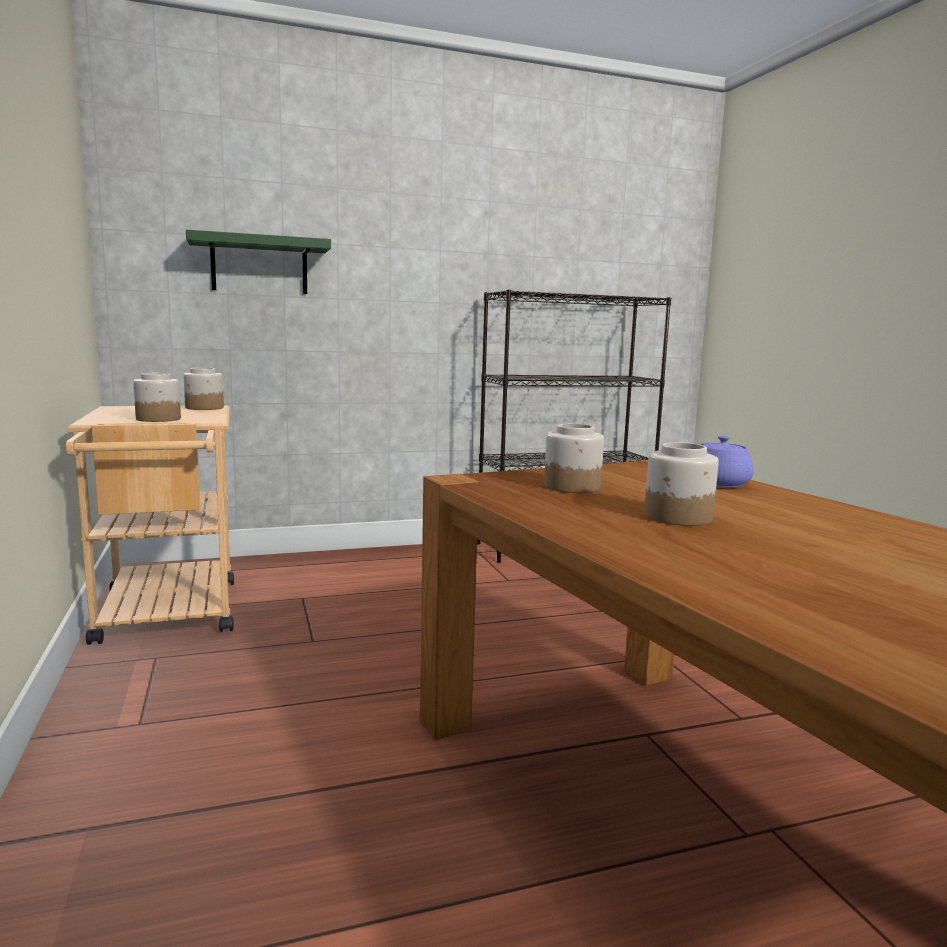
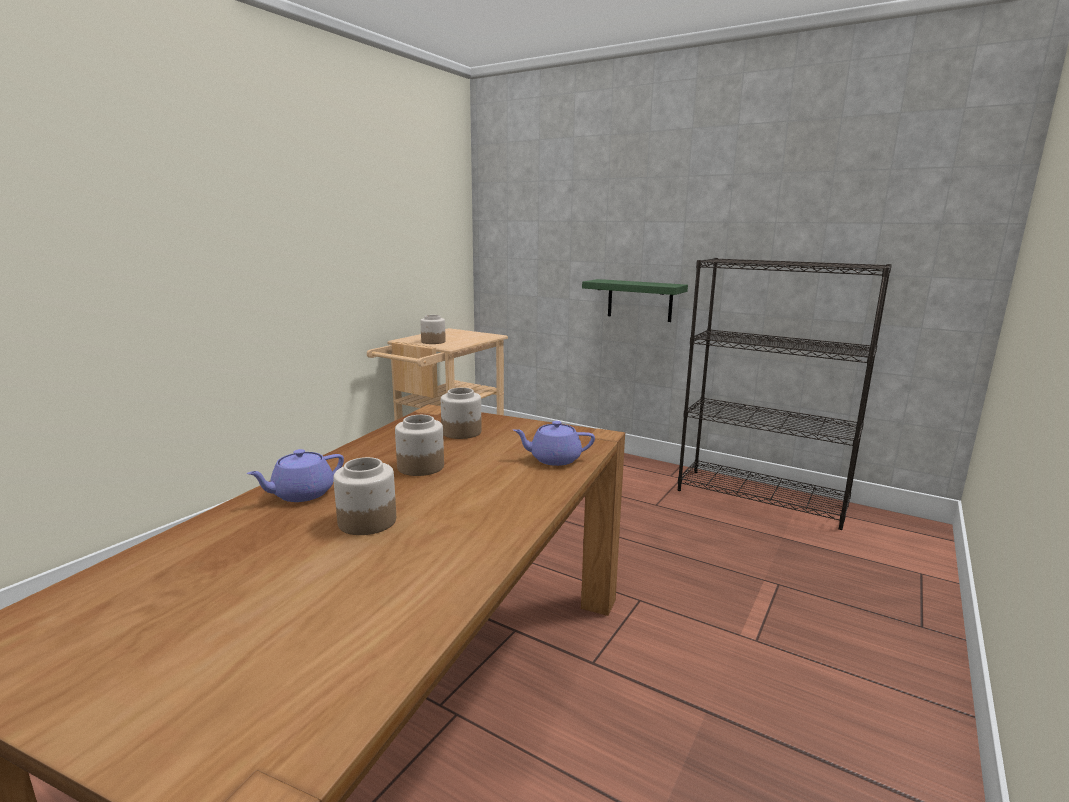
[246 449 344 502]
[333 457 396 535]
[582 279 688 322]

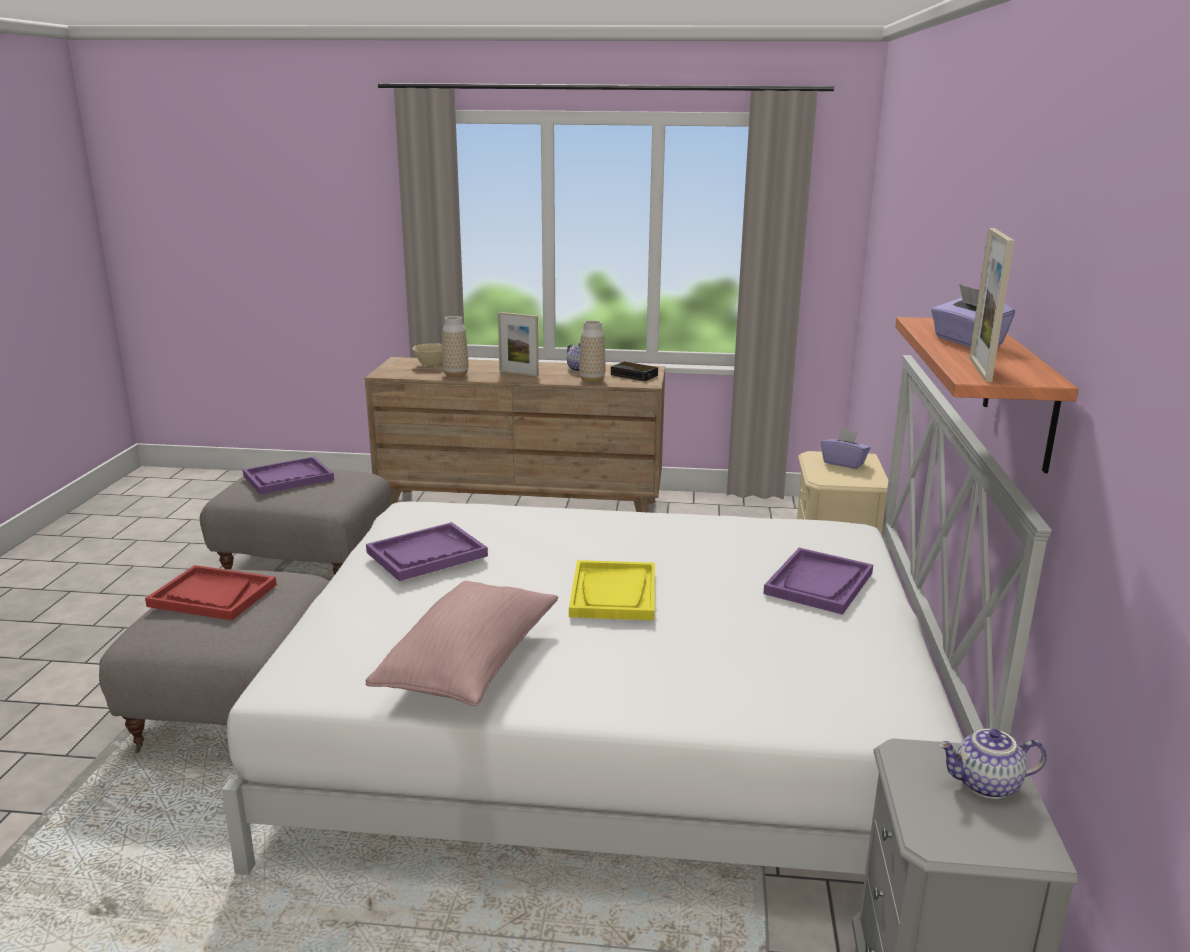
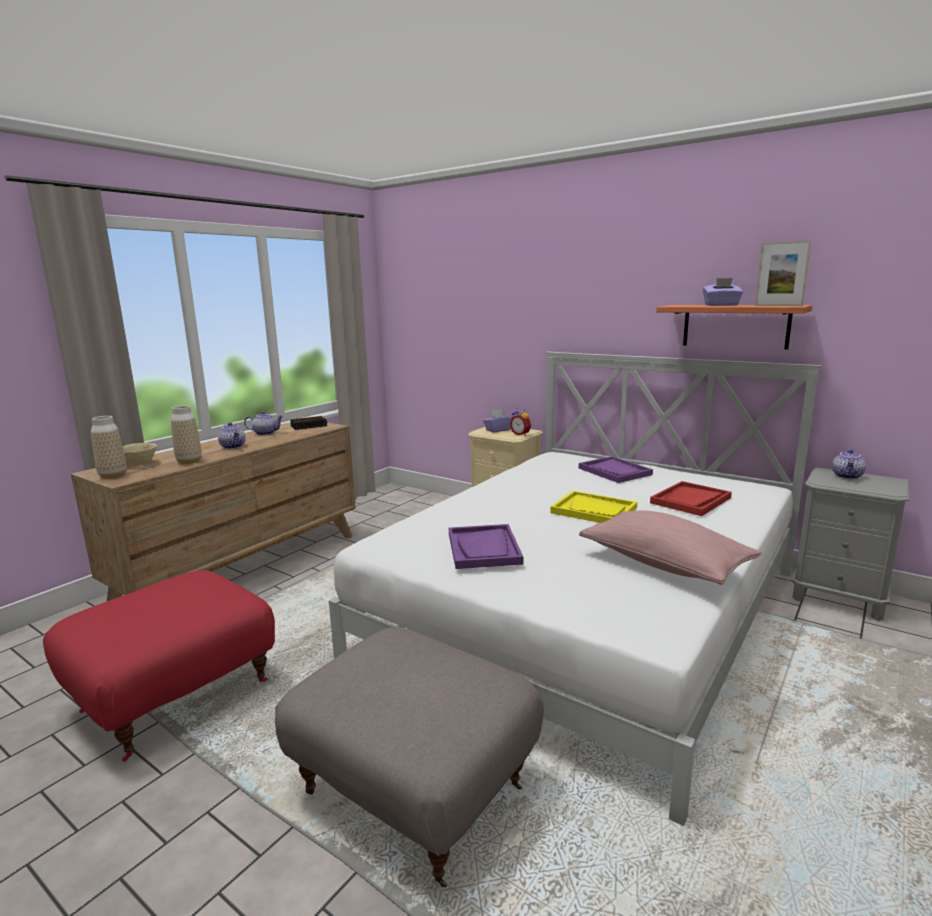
[243 456 334 495] (first image)
[510 407 531 436]
[650 481 732 516]
[91 416 127 479]
[218 423 245 449]
[43 570 275 762]

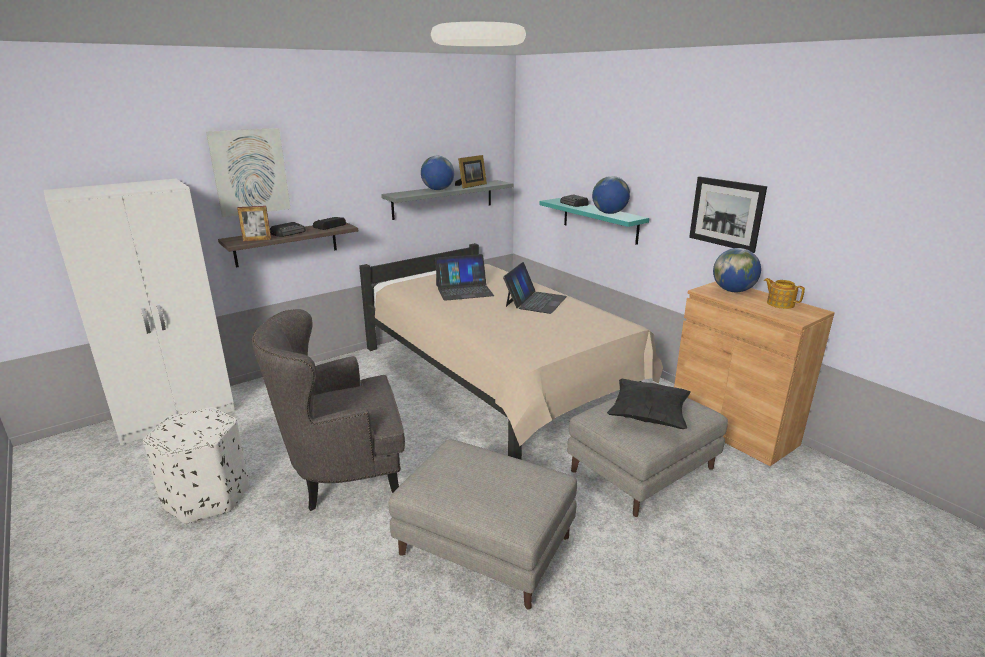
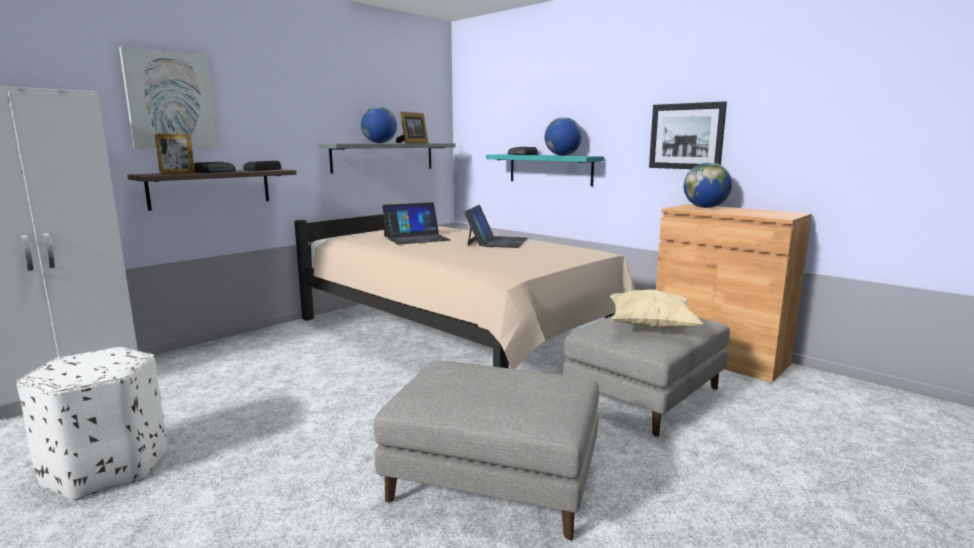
[252 309 405 511] (first image)
[764 278 805 309] (first image)
[610 289 703 329]

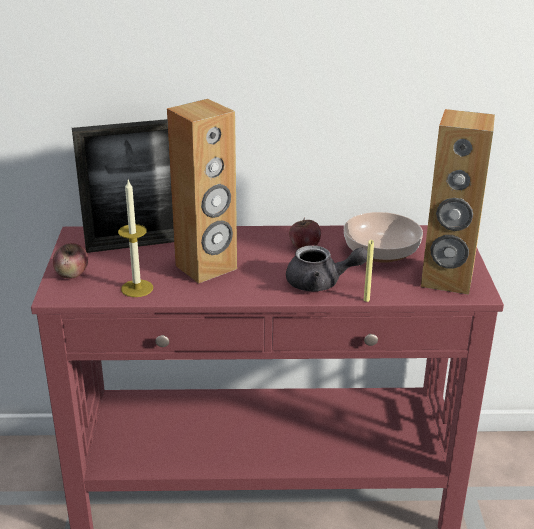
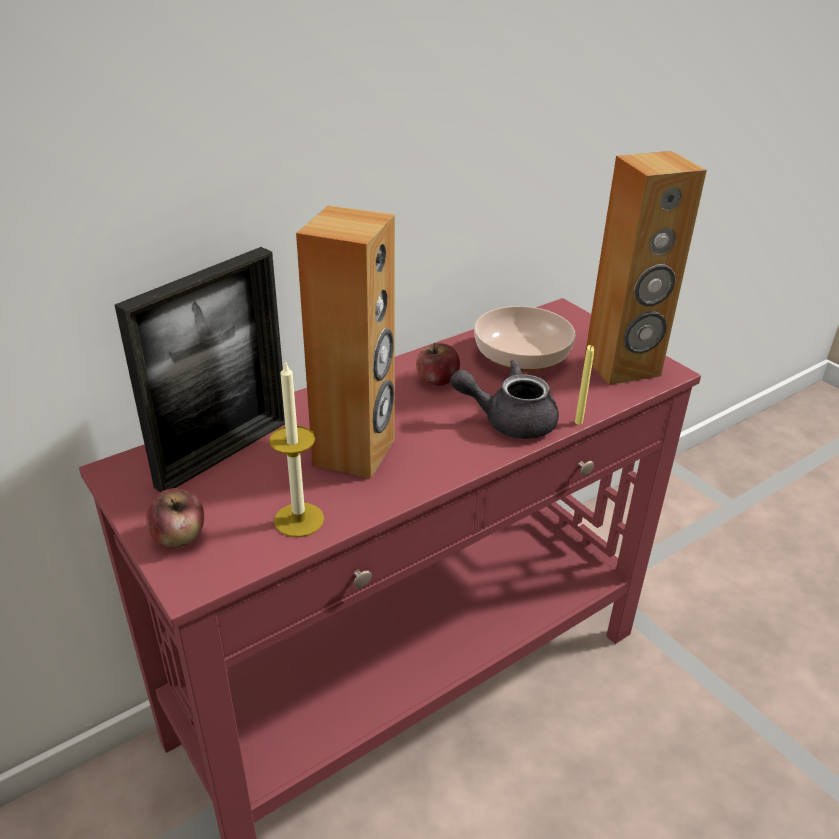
[450 360 559 439]

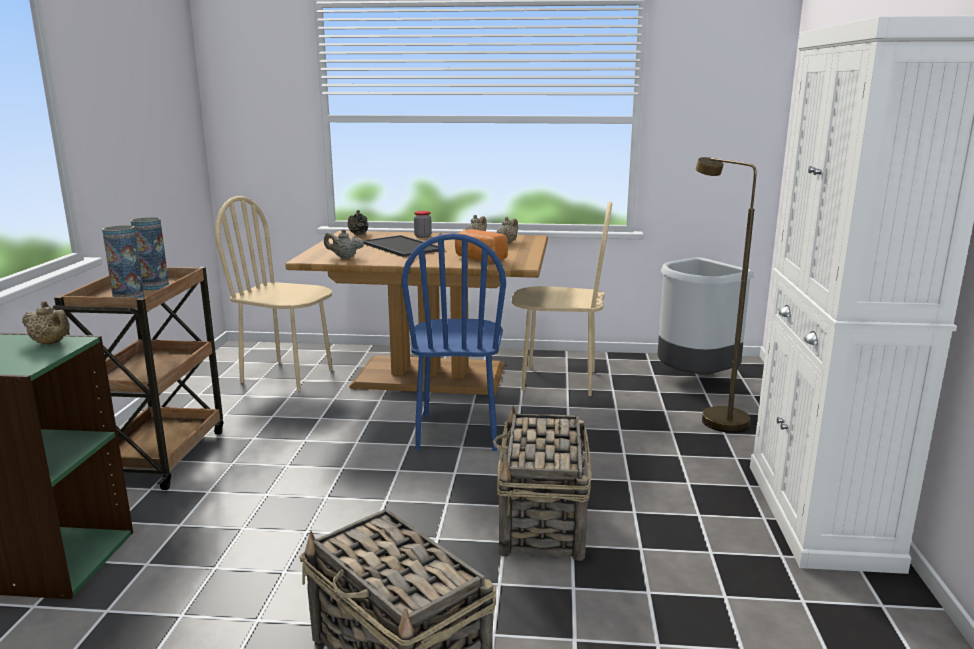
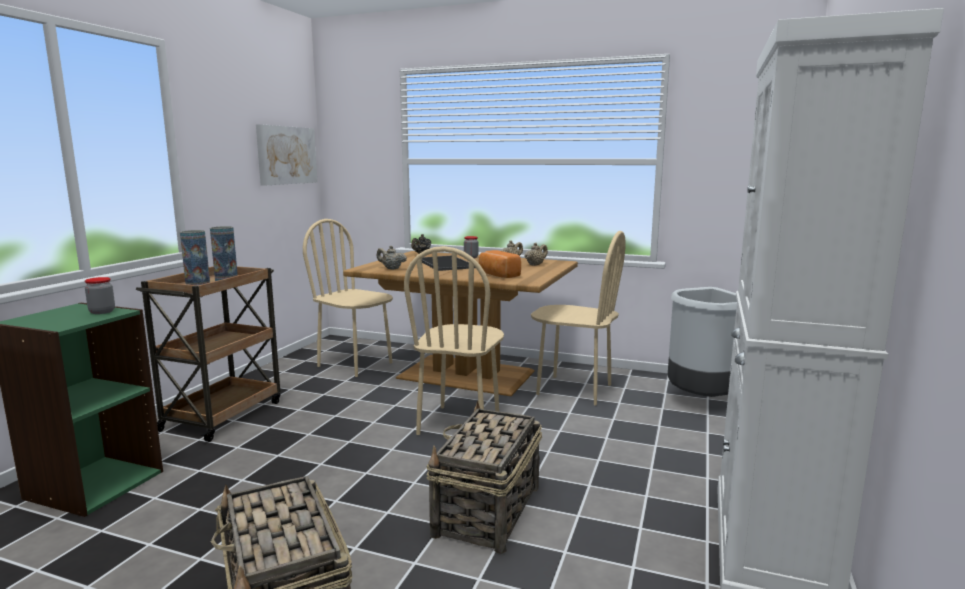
[696 157 757 433] (first image)
[256 124 317 186]
[85 277 115 314]
[404 246 504 435]

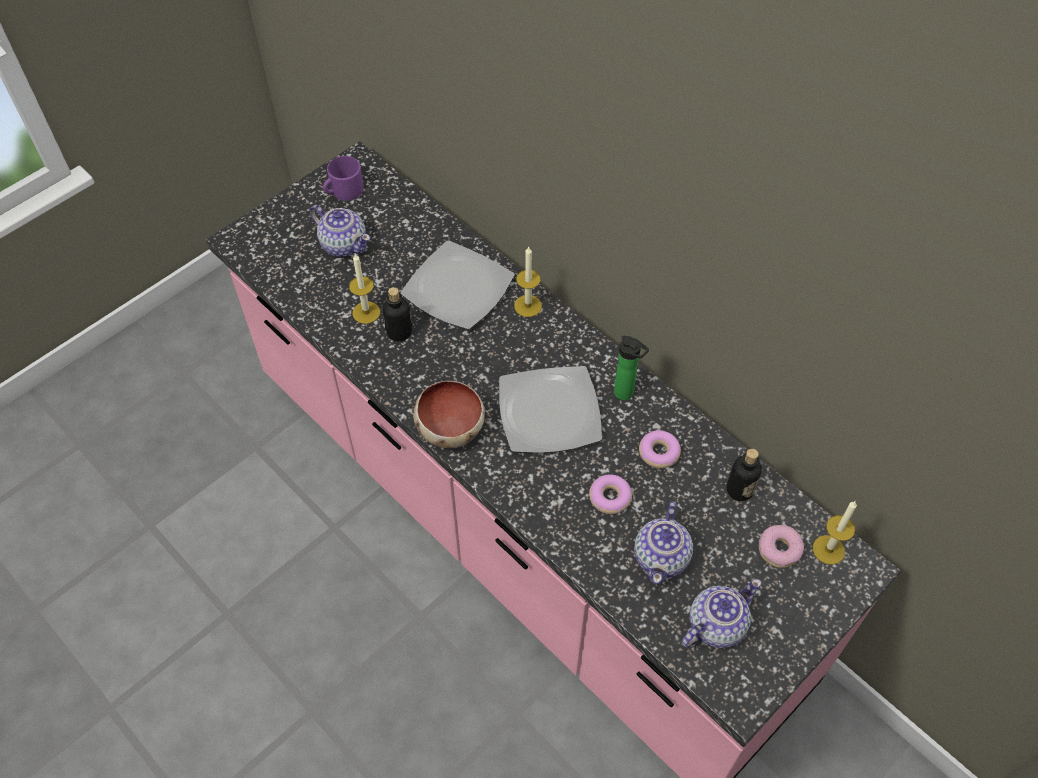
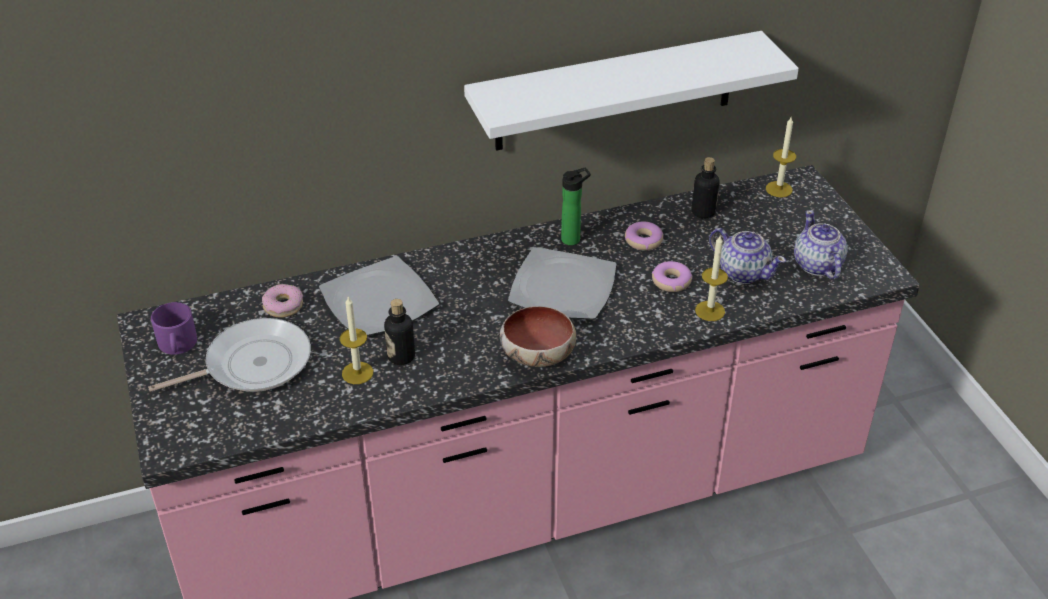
[464 31 799 151]
[695 236 728 321]
[262 284 303 318]
[148 318 311 392]

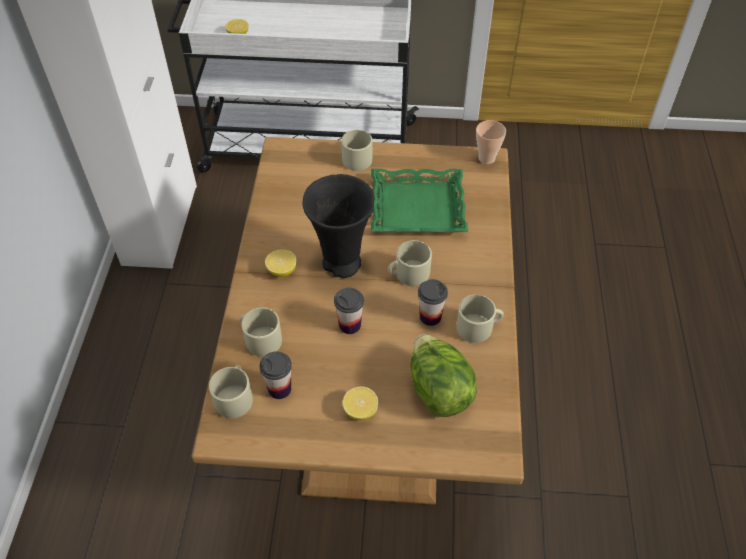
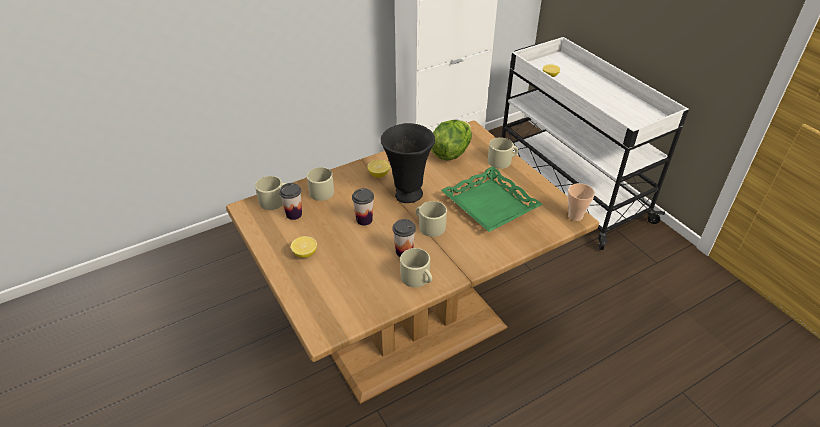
[431 120 472 161]

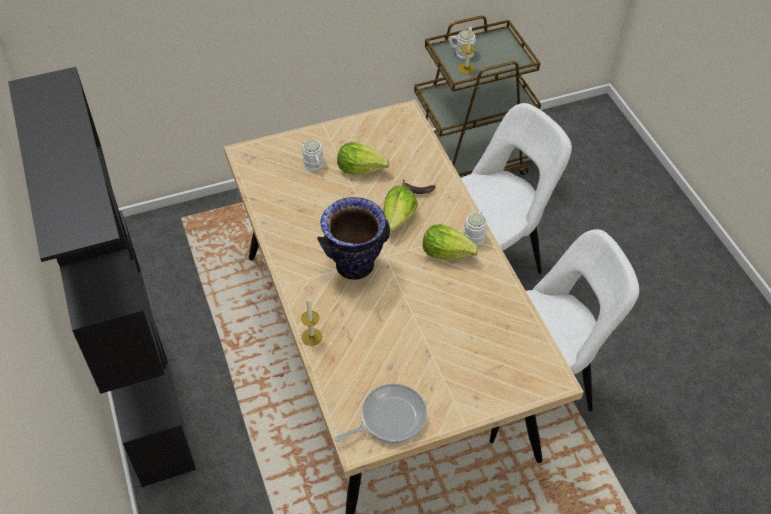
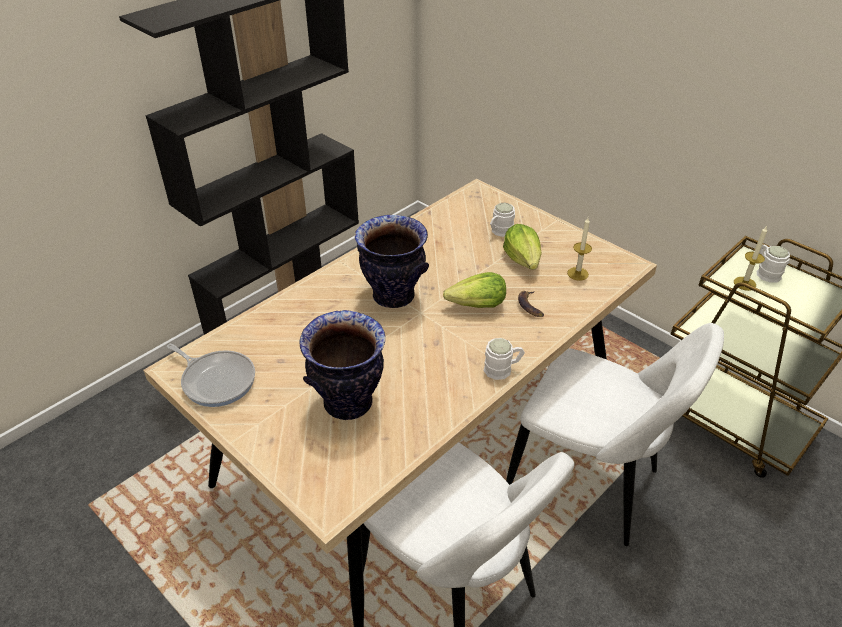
[422 224 479 259] (first image)
[300 310 386 420]
[567 218 592 281]

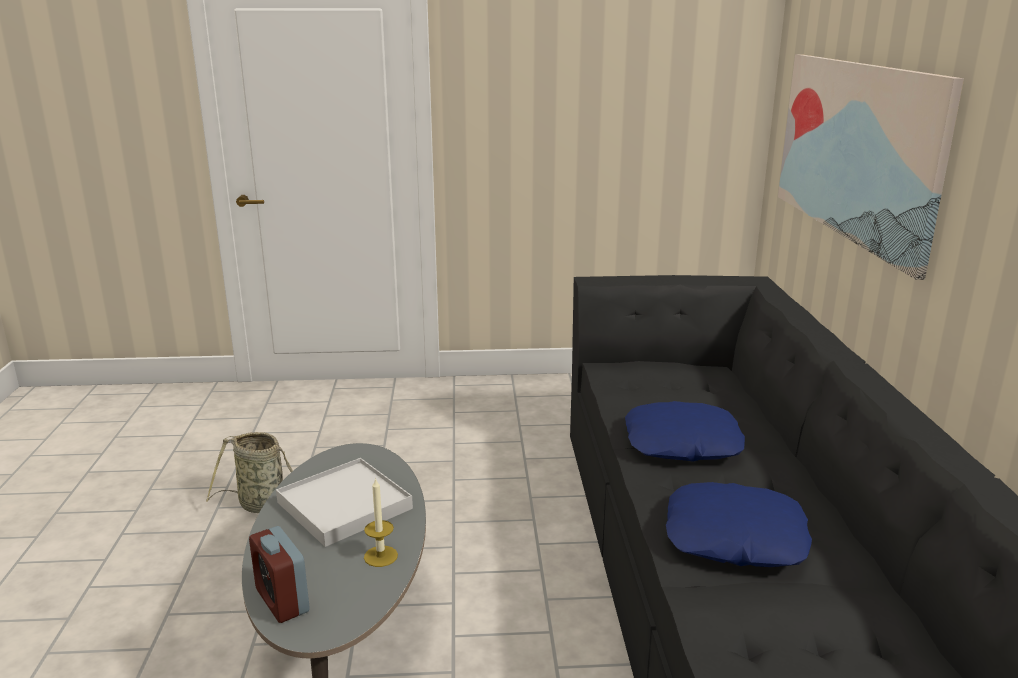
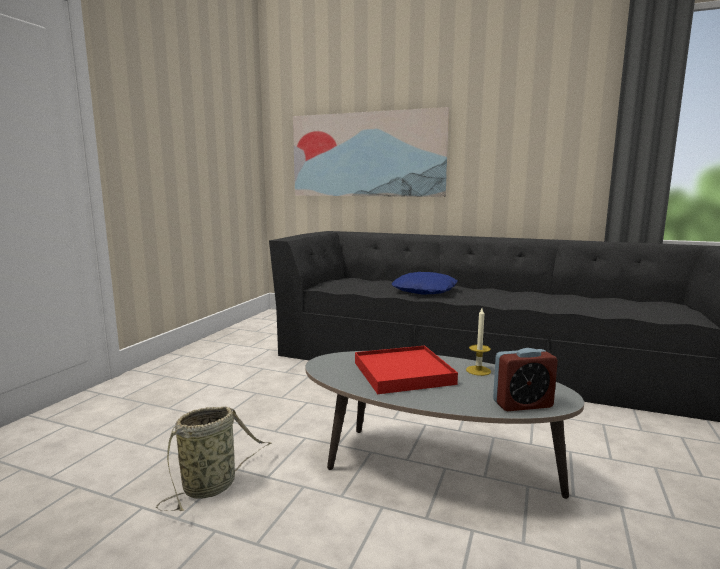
[666 482 812 567] (first image)
[355 346 458 394]

